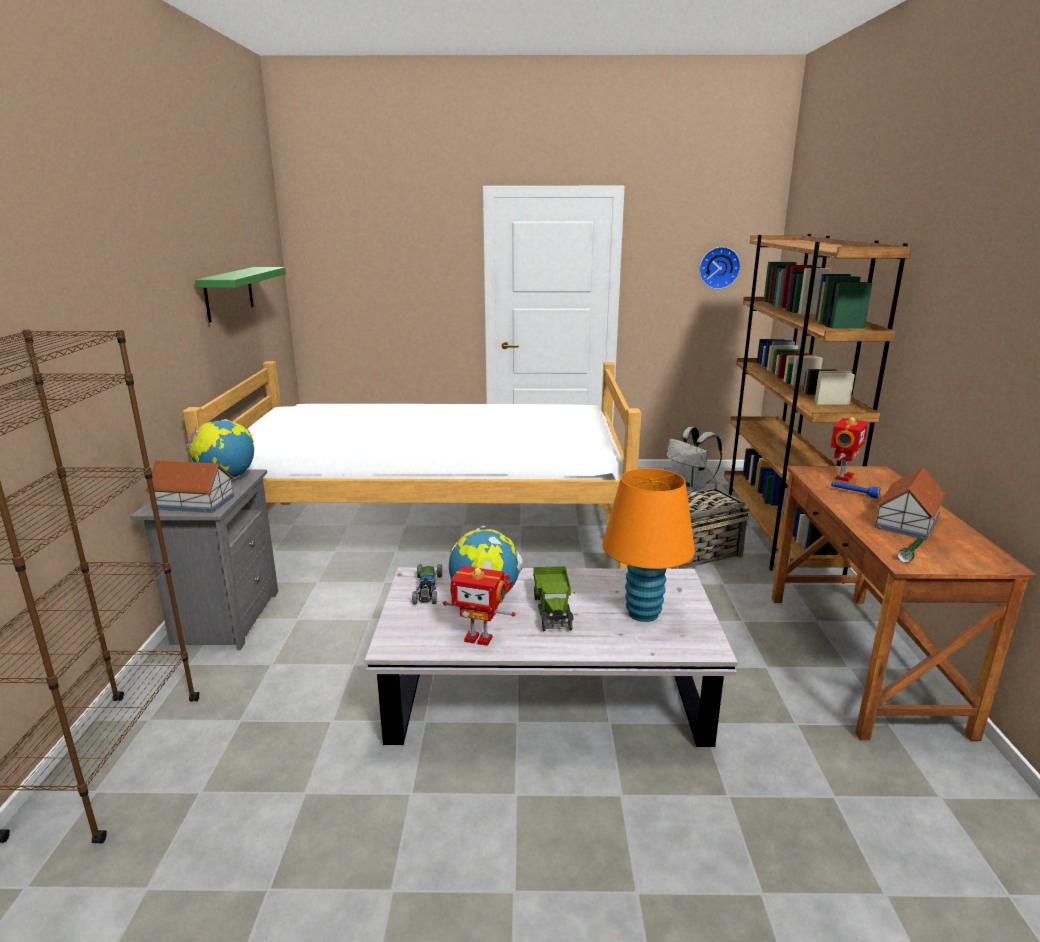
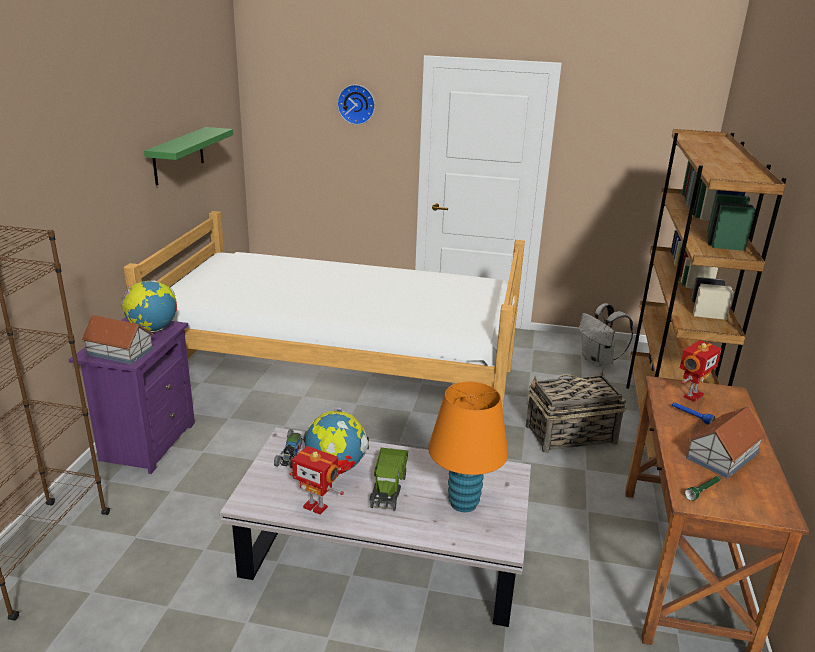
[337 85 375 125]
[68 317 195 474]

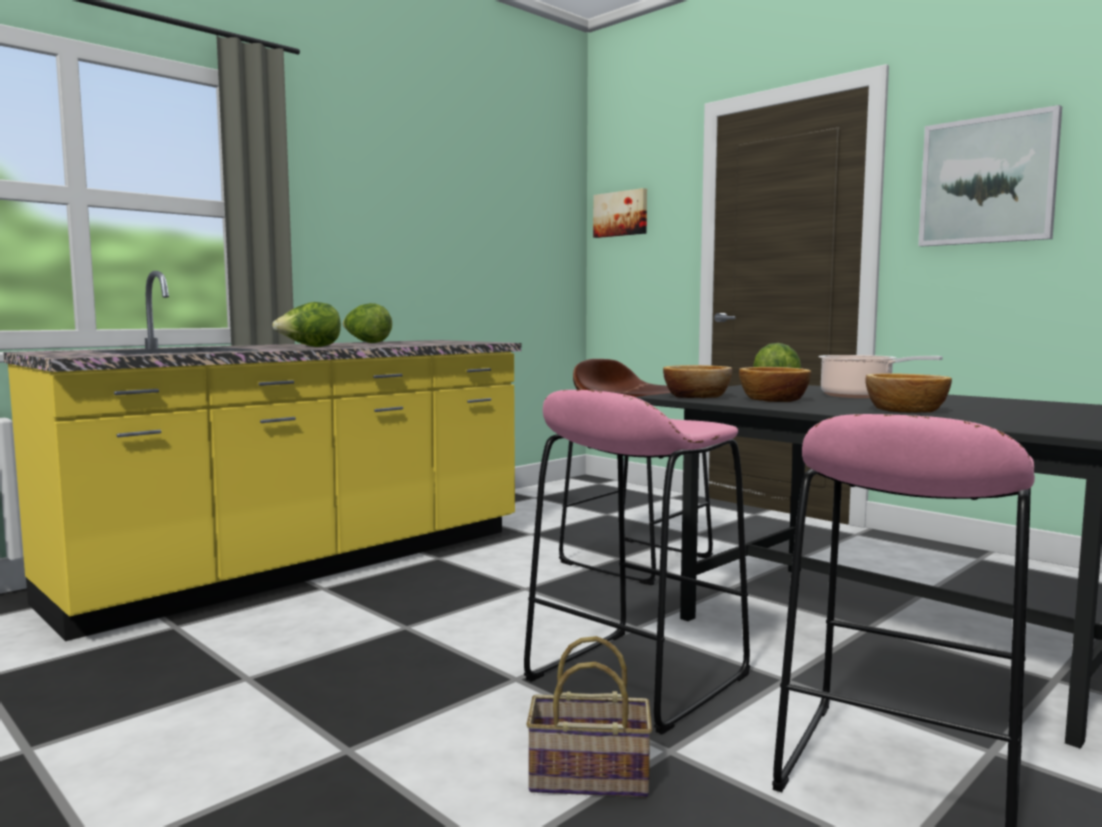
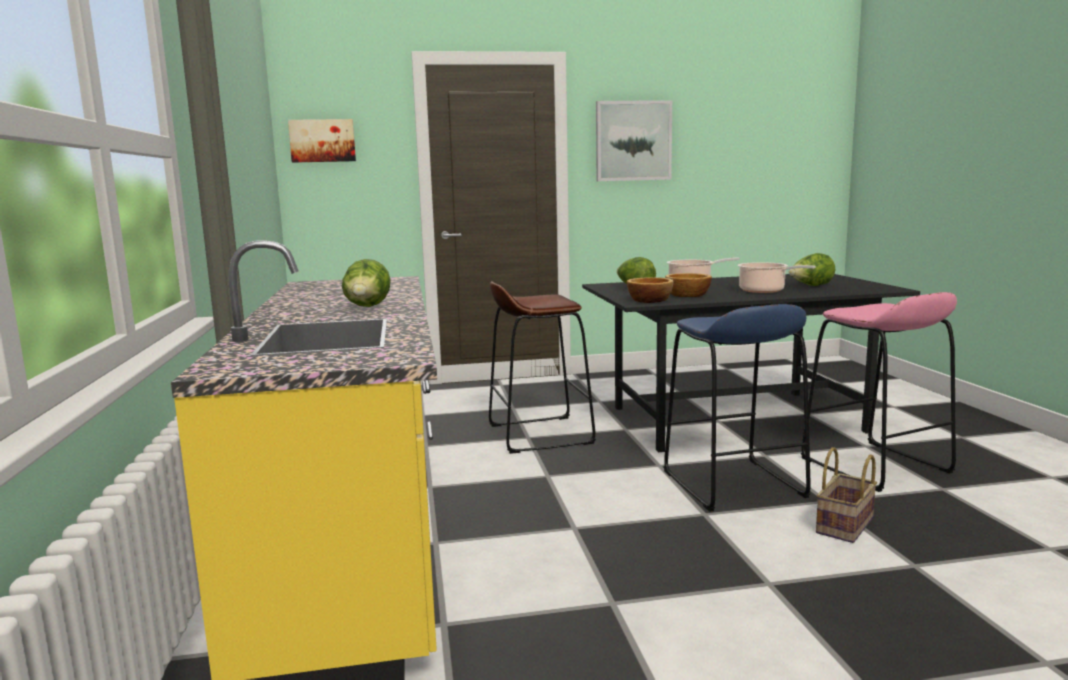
[789 253 835 286]
[738 262 816 293]
[664 304 811 512]

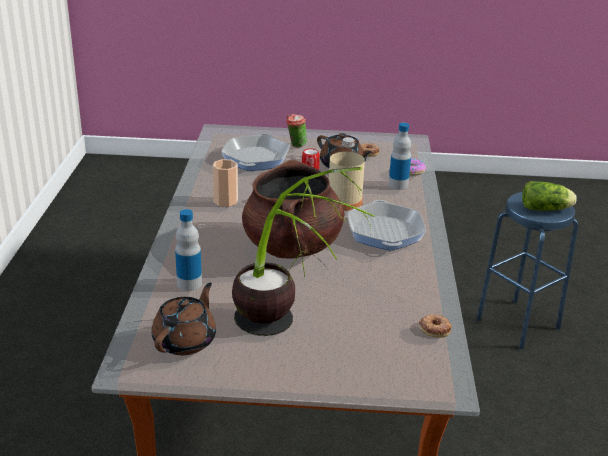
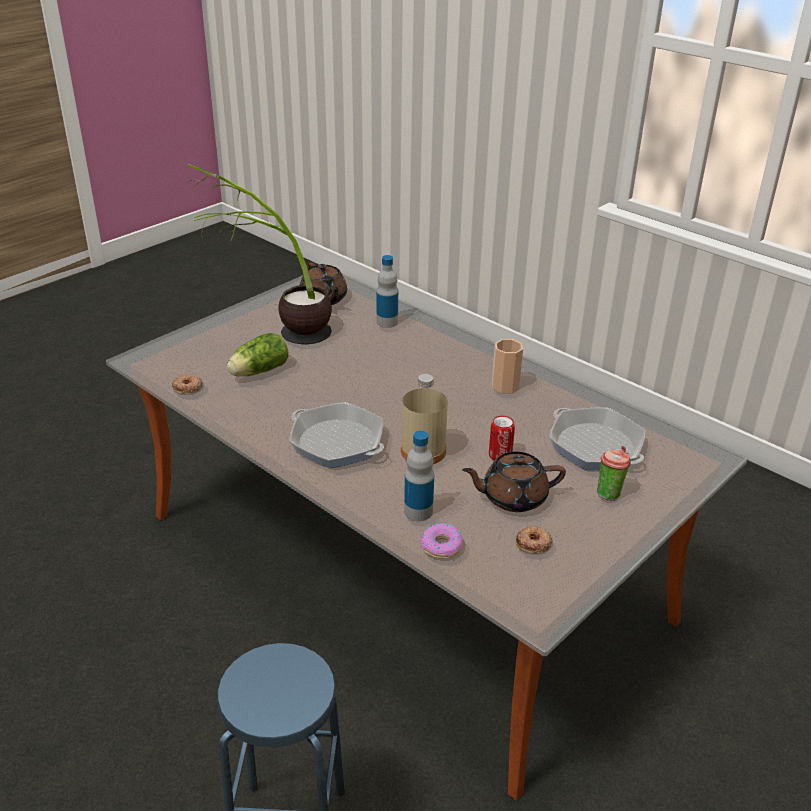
[242 159 344 259] (first image)
[227 333 288 377]

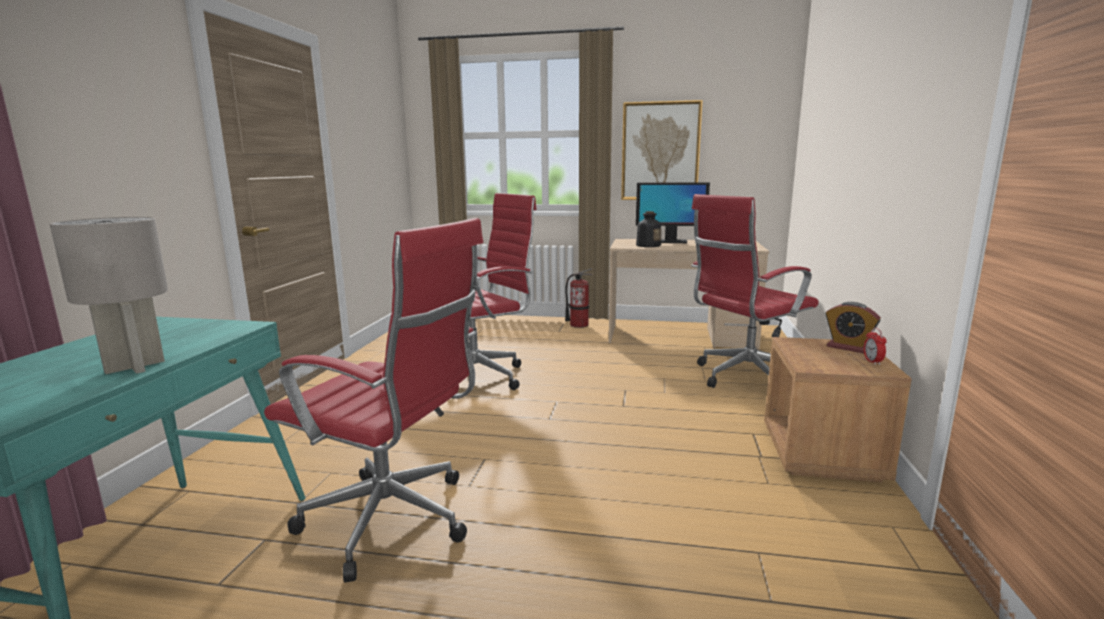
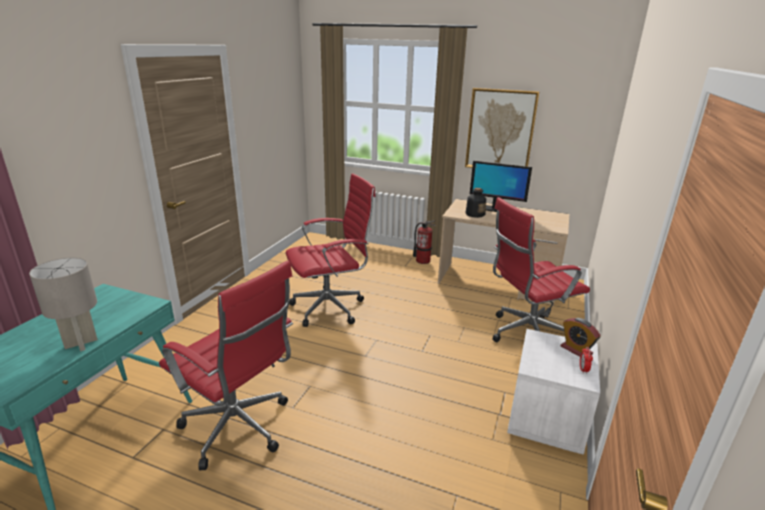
[507 329 600 455]

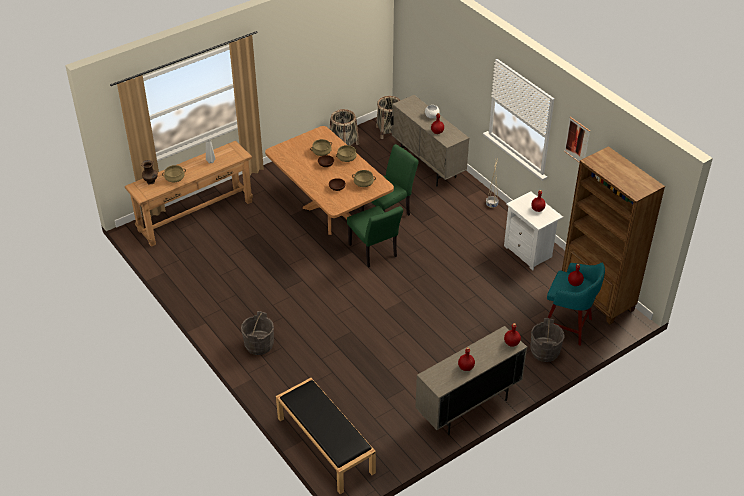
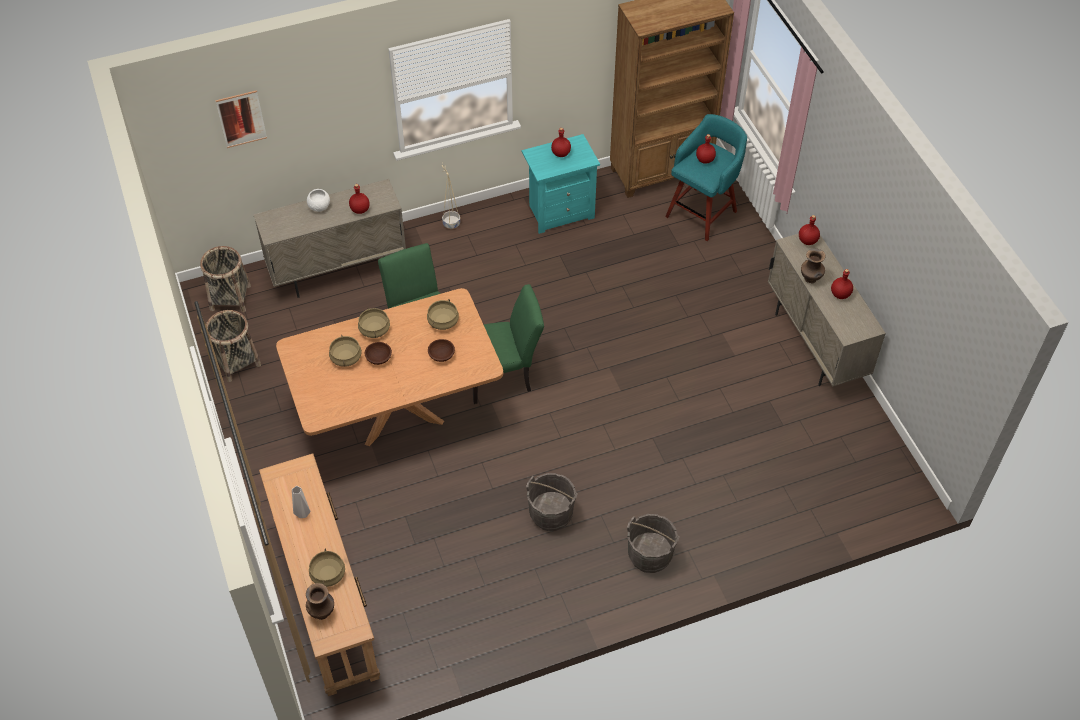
[276 378 376 494] (first image)
[801 248 826 284]
[526 473 578 531]
[215 90 267 148]
[522 134 600 234]

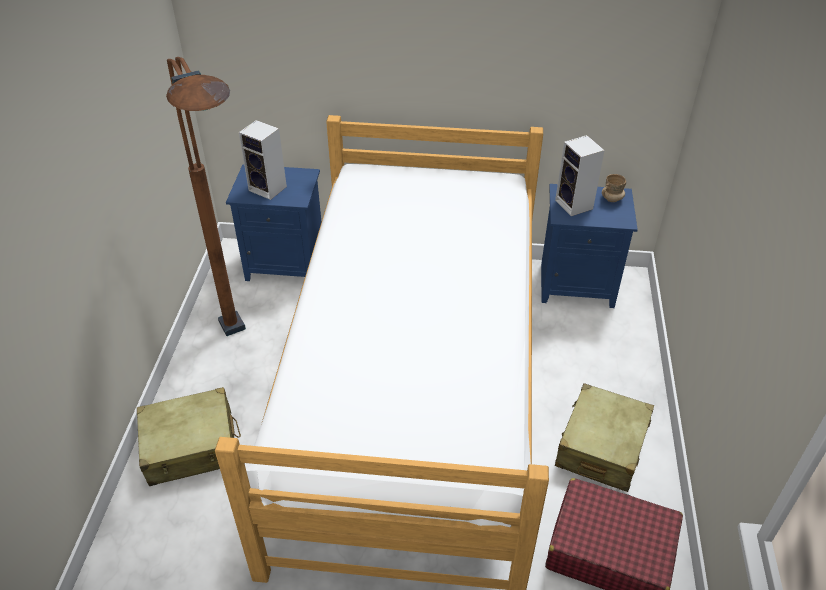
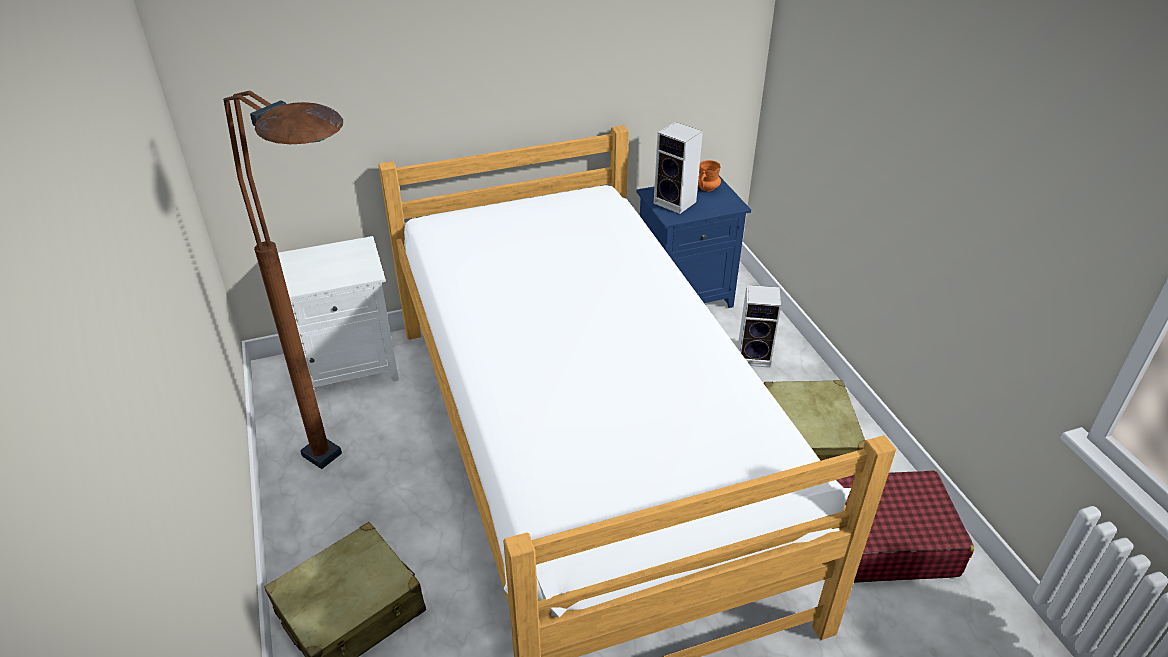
[738 285 781 368]
[278 236 399 393]
[698 160 721 191]

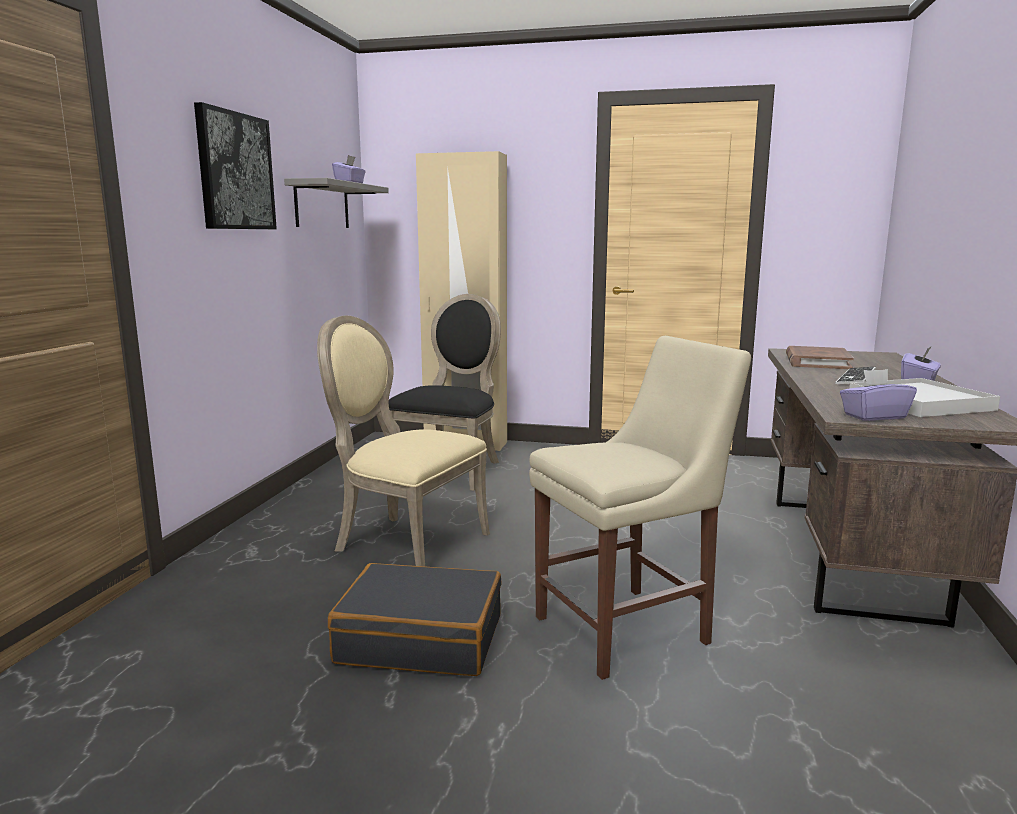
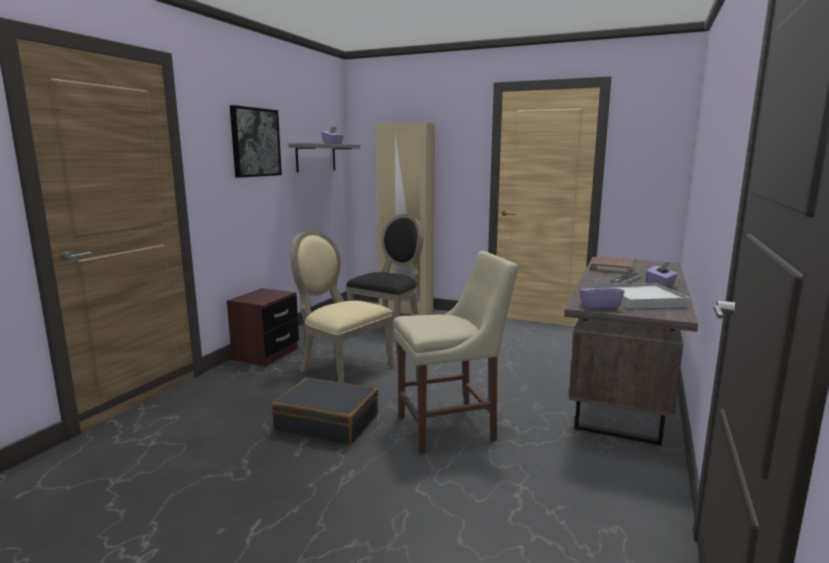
[227 288 299 366]

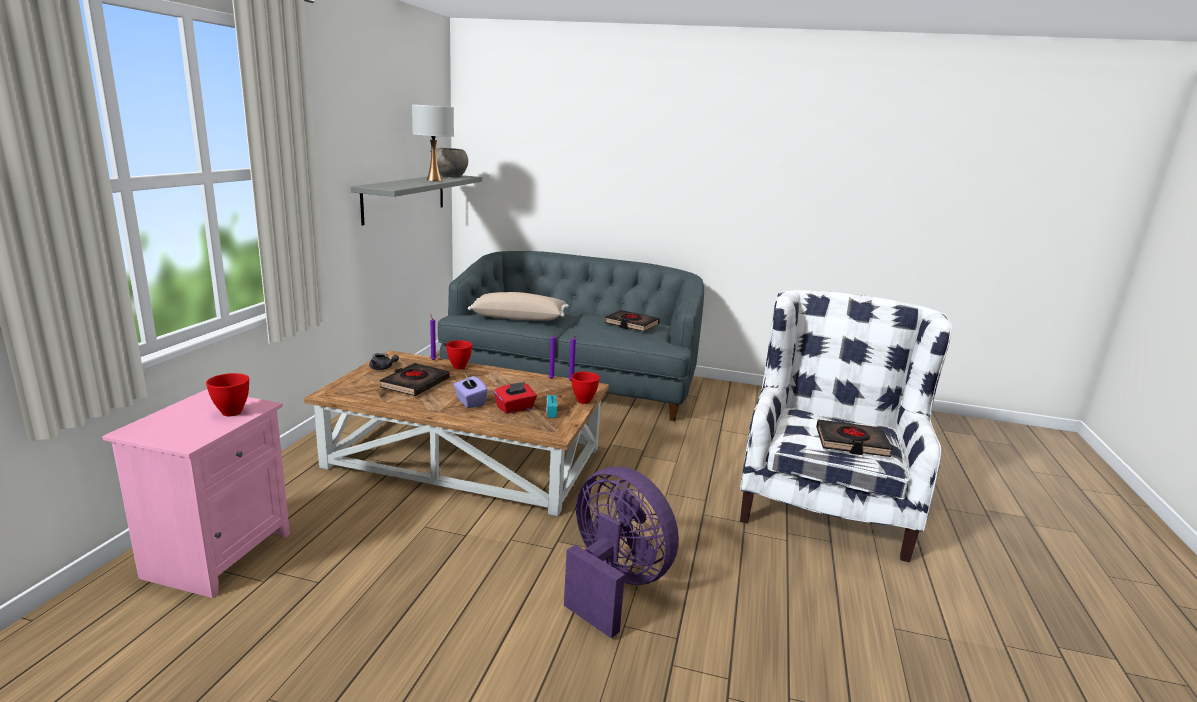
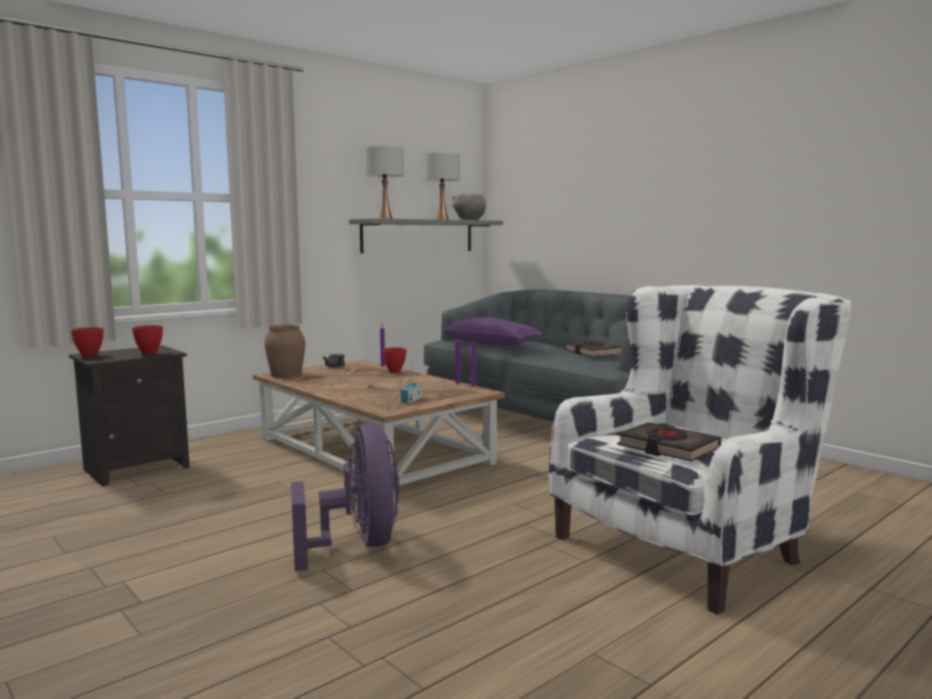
[380 363 449 396] (first image)
[454 373 488 408] (first image)
[494 382 537 414] (first image)
[264 325 305 378]
[365 145 404 219]
[71 327 104 357]
[69 345 190 486]
[443 317 542 345]

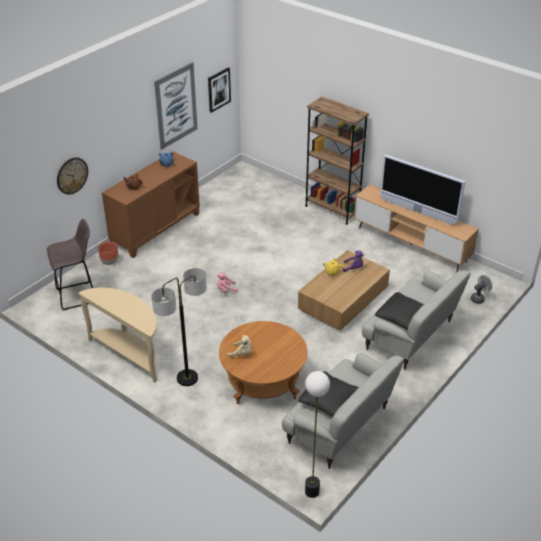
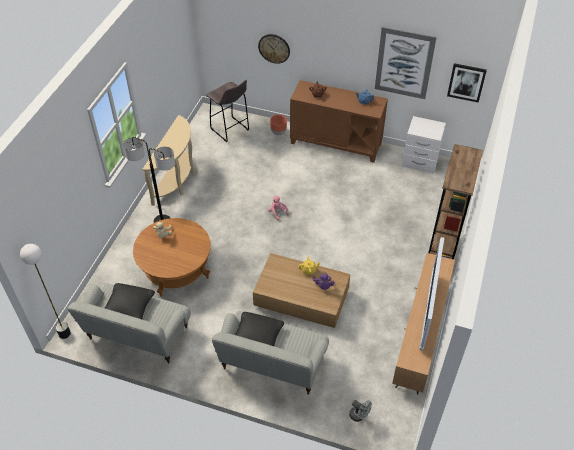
[402 116 446 174]

